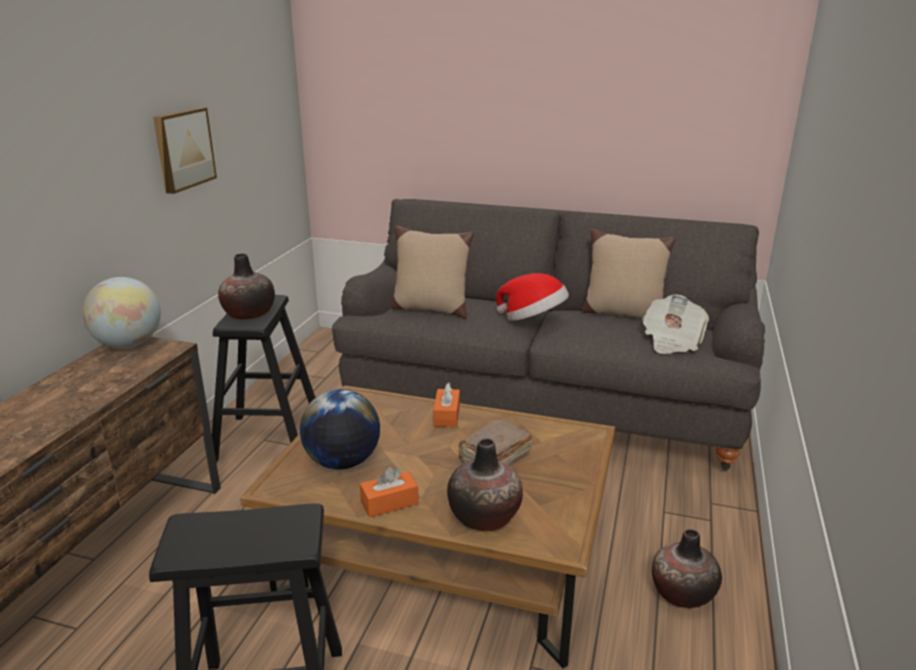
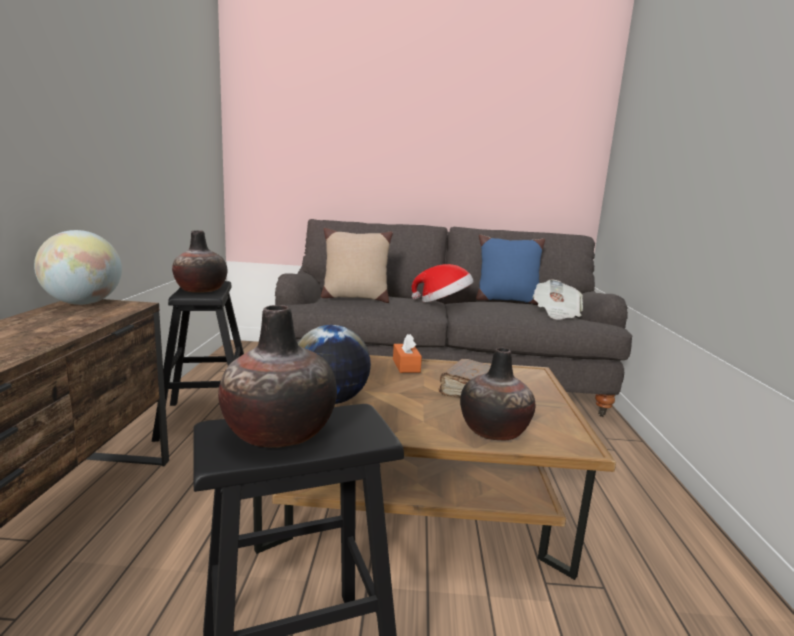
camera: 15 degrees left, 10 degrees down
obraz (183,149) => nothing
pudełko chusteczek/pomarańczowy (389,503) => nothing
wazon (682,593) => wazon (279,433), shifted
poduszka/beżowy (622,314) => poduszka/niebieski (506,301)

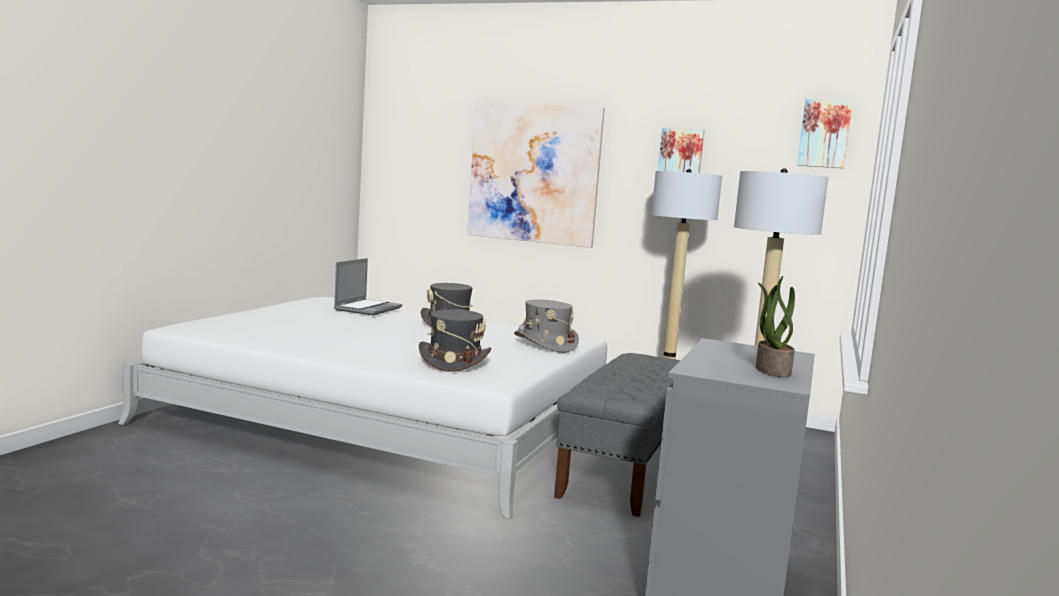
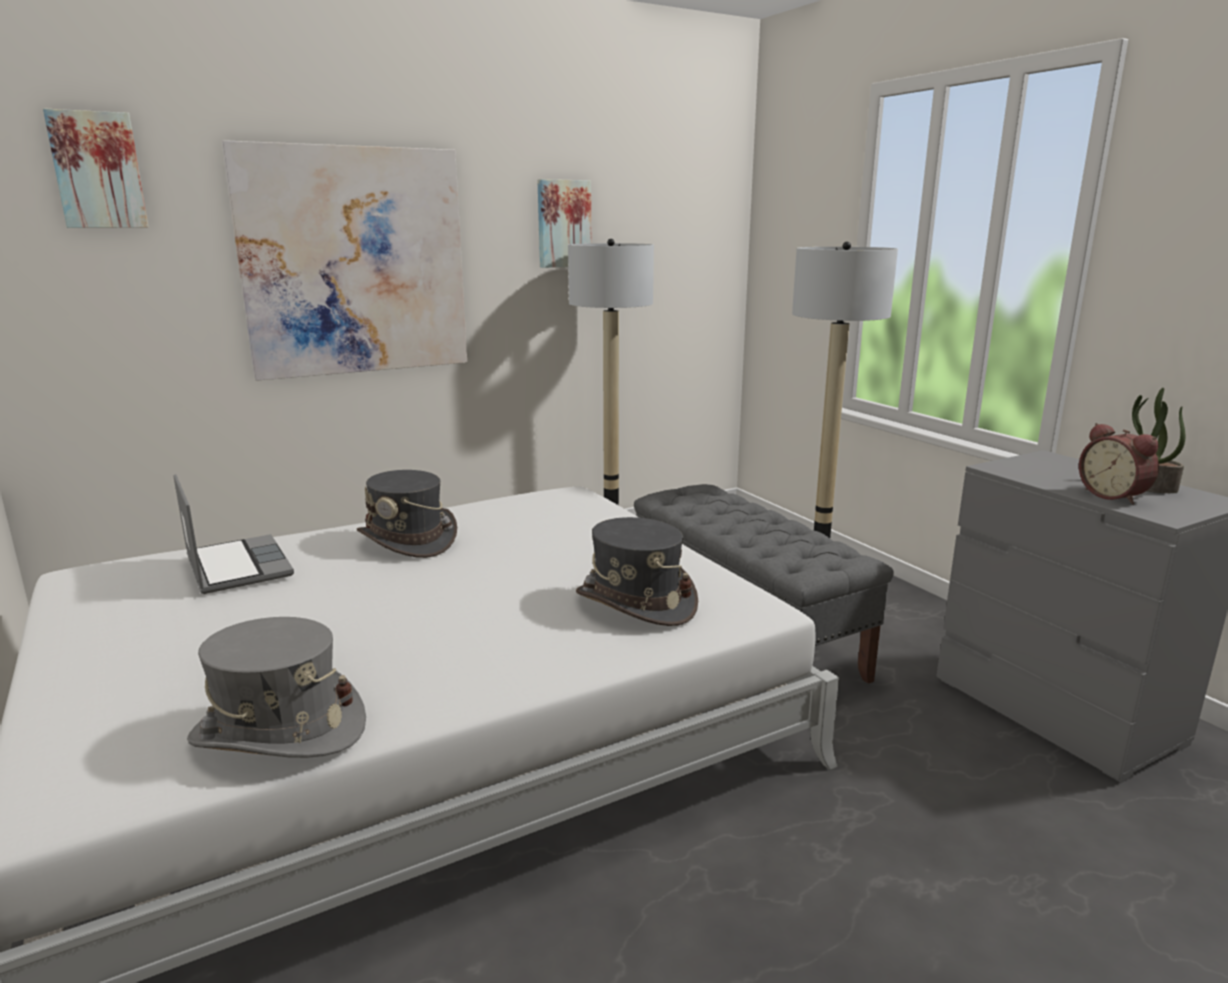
camera: 50 degrees left, 10 degrees up
nothing => budzik (1114,496)
kapelusz/szary (545,344) => kapelusz/szary (279,731), shifted
obraz (824,133) => obraz (98,170), shifted

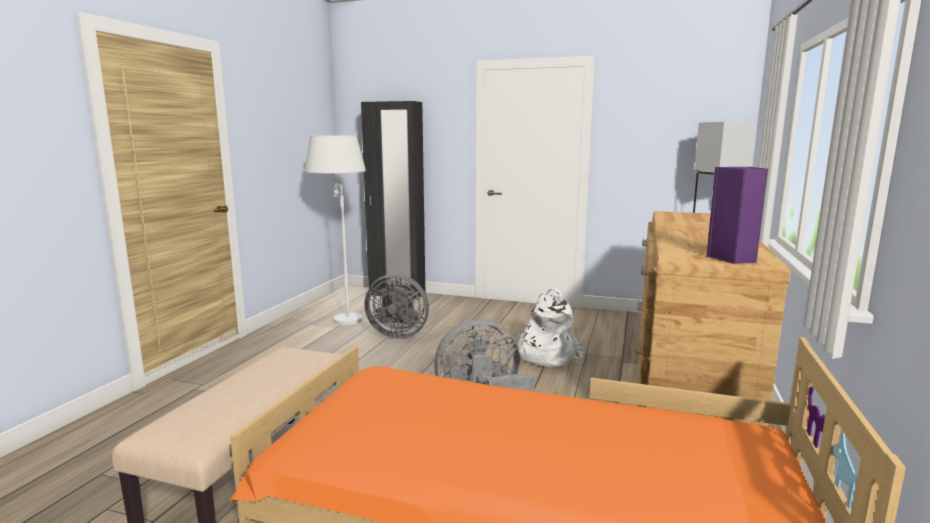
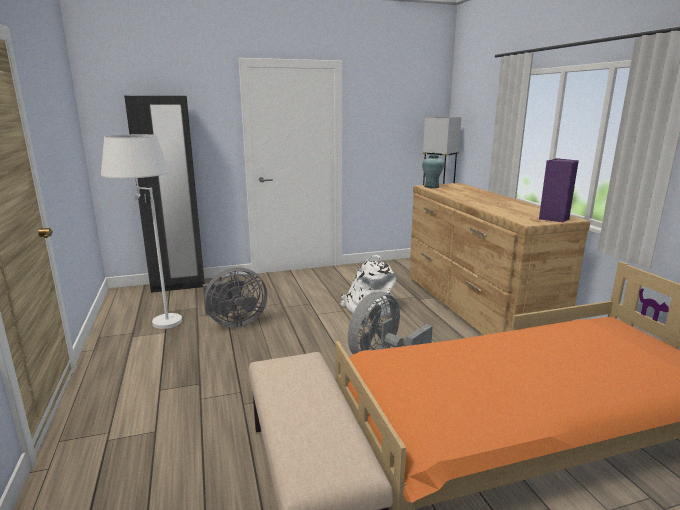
camera: 35 degrees left, 5 degrees up
nothing => wazon/turkusowy (431,187)

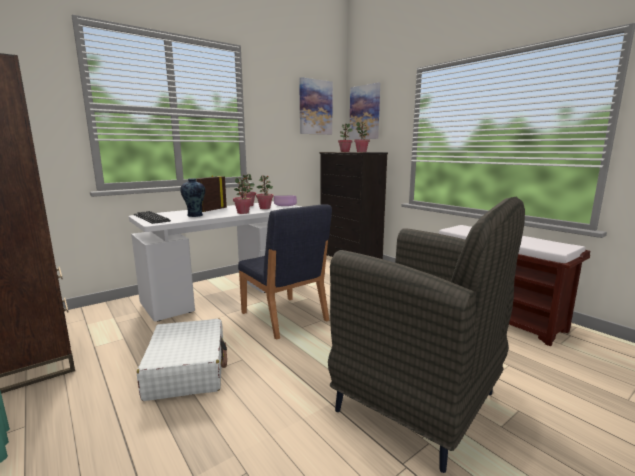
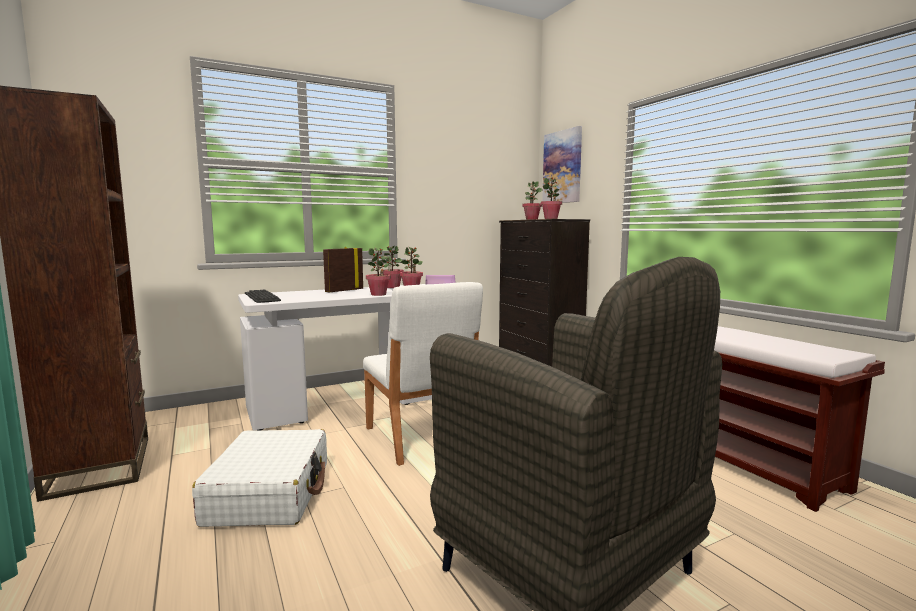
camera: 10 degrees right, 5 degrees down
wazon (194,215) => nothing
obraz (315,107) => nothing
krzesło/niebieski (284,317) => krzesło/biały (420,437)

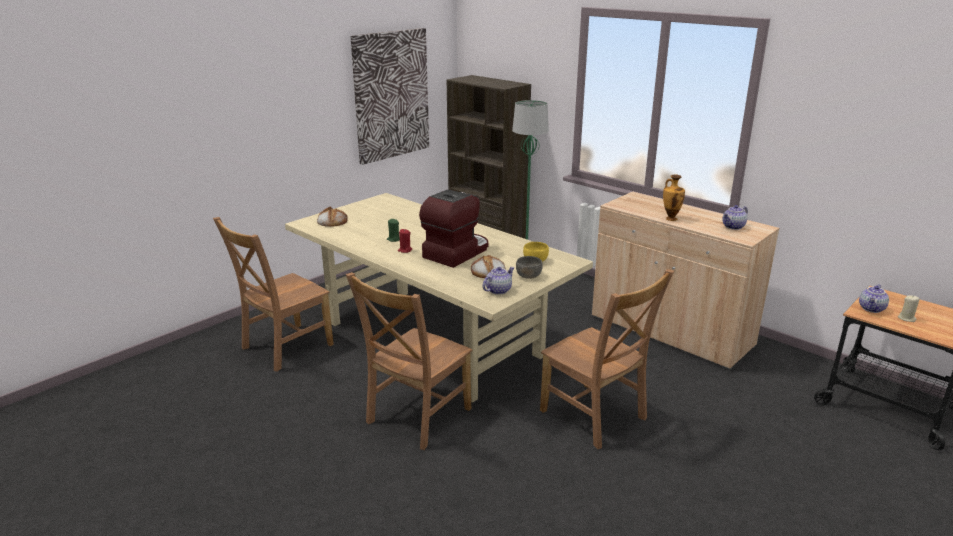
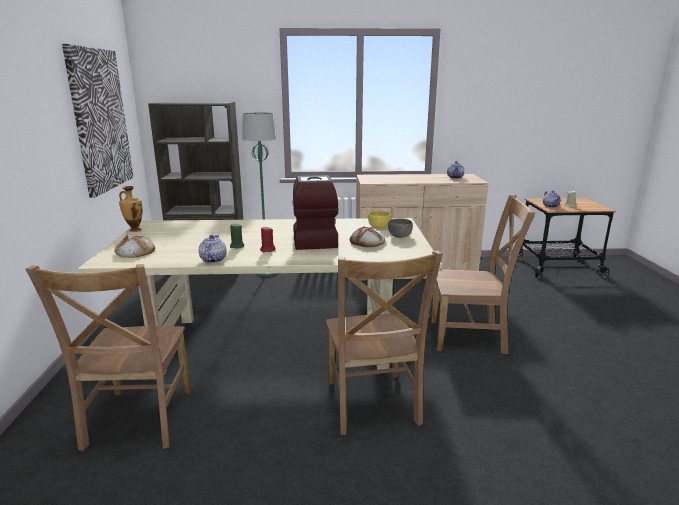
camera: 45 degrees left, 5 degrees down
imbryk (498,290) => imbryk (213,260), shifted
wazon (670,218) => wazon (134,230), shifted

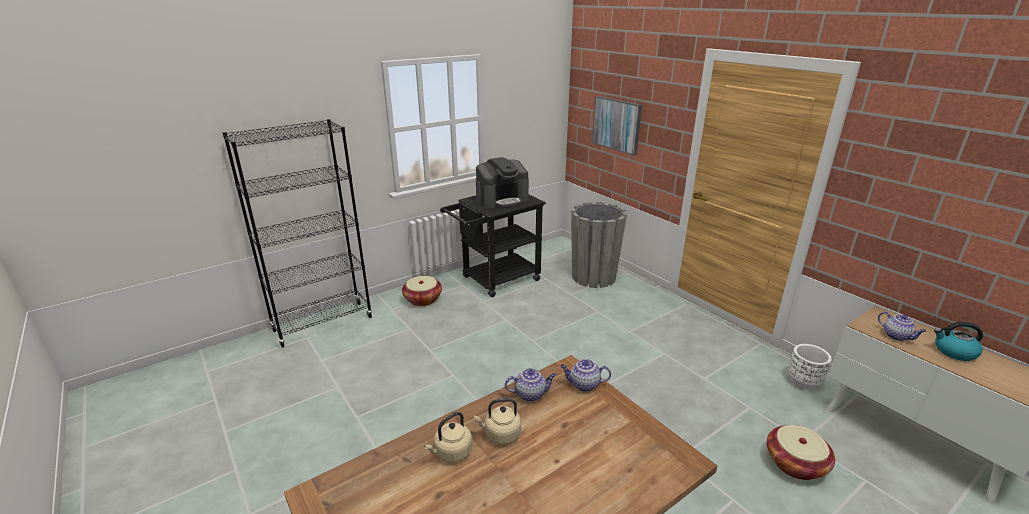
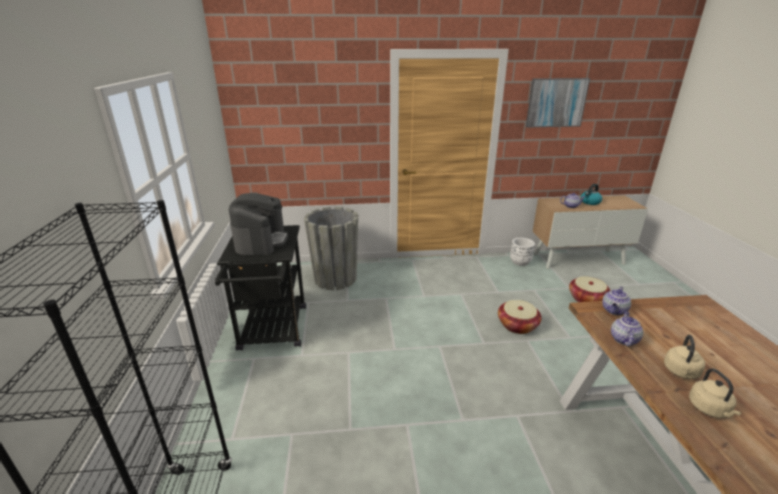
camera: 60 degrees left, 0 degrees up
koszyk (423,299) => koszyk (517,325), shifted
obraz (616,124) => obraz (556,102), shifted

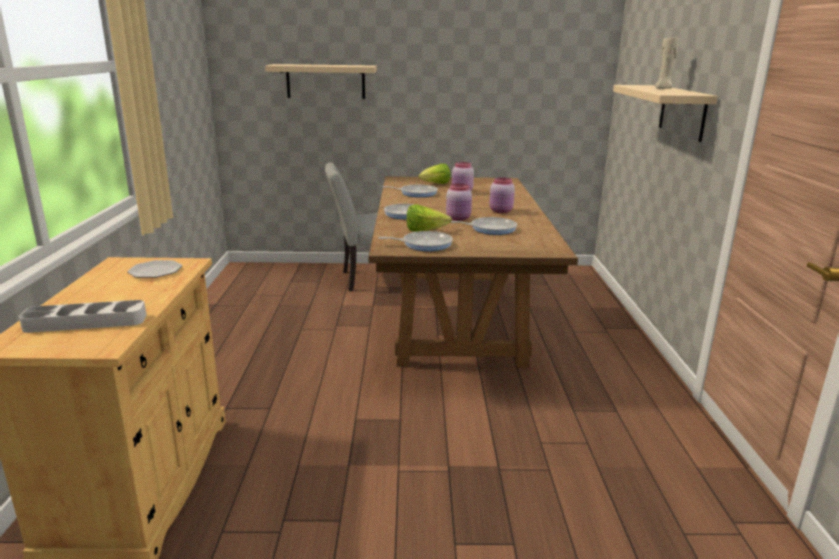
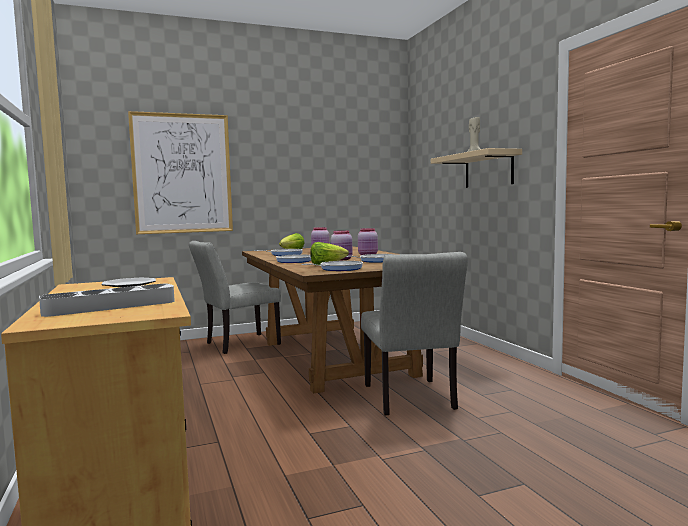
camera: 20 degrees left, 15 degrees down
nothing => krzesło/szary (411,400)
półka/beżowy (325,81) => obraz (182,173)

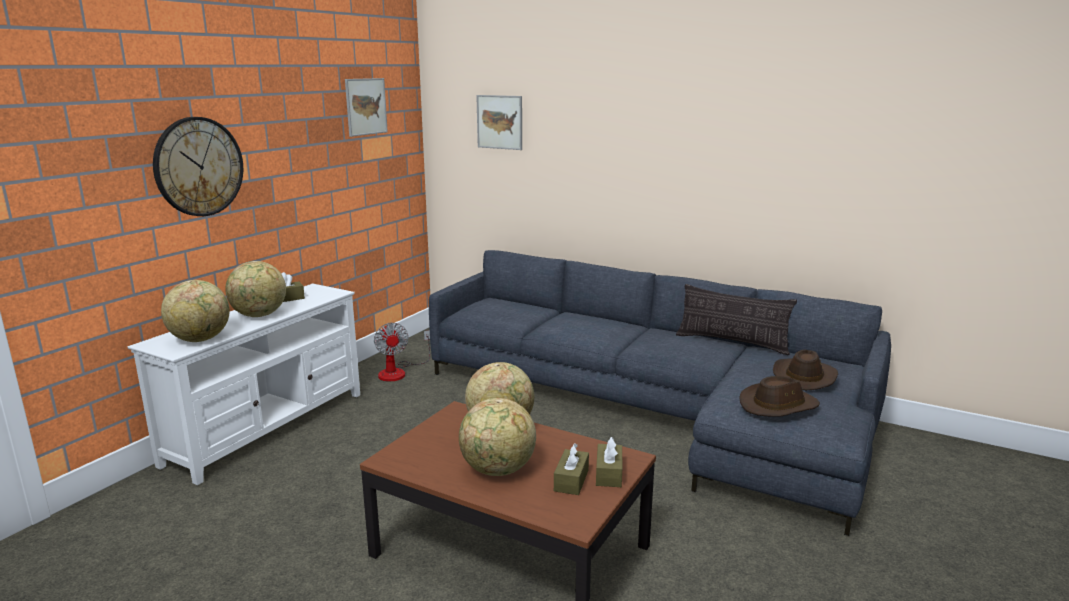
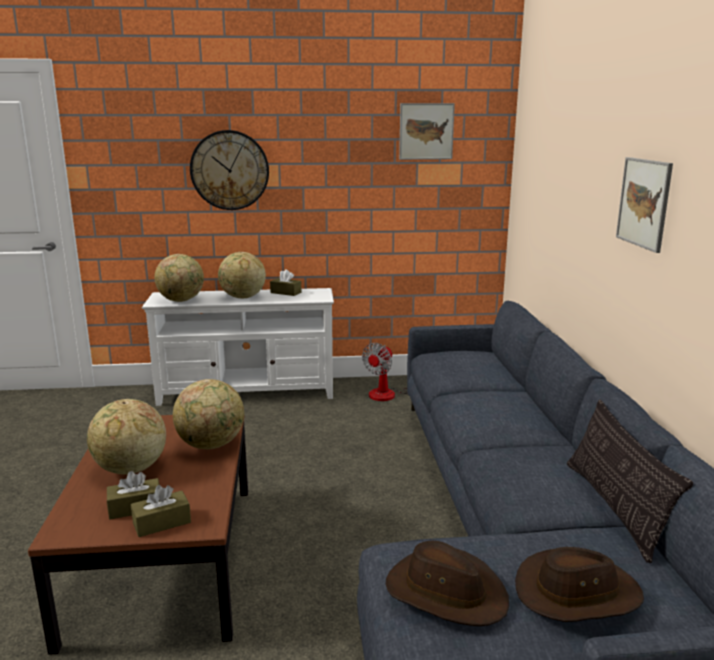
camera: 55 degrees right, 0 degrees up
obraz (499,122) => obraz (644,203), shifted

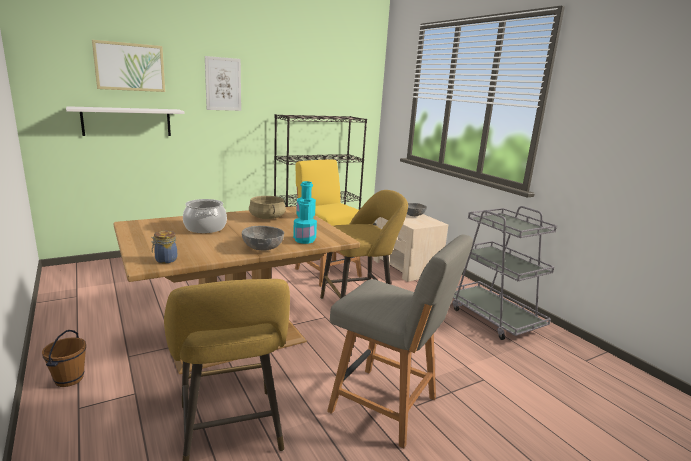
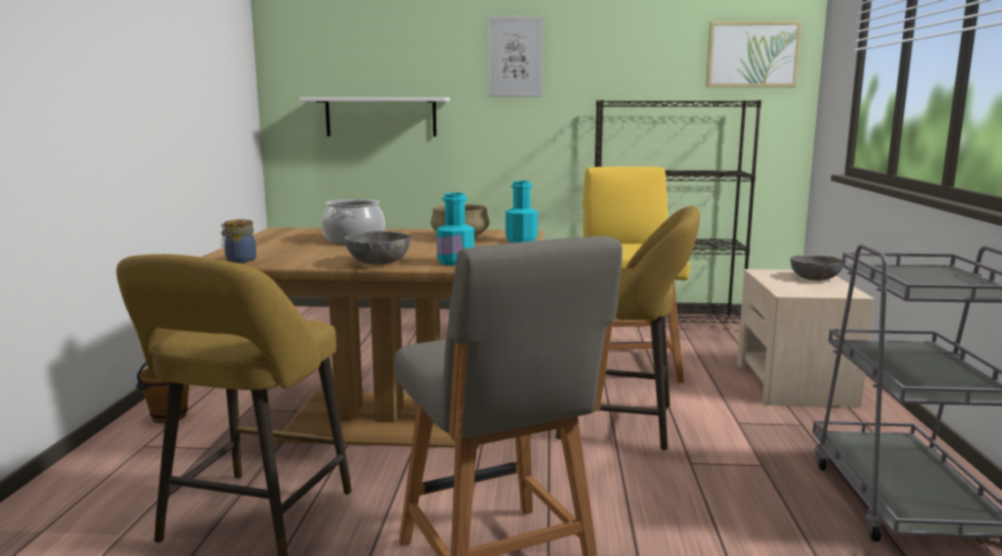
camera: 35 degrees right, 5 degrees down
obraz (130,67) => obraz (752,54), shifted

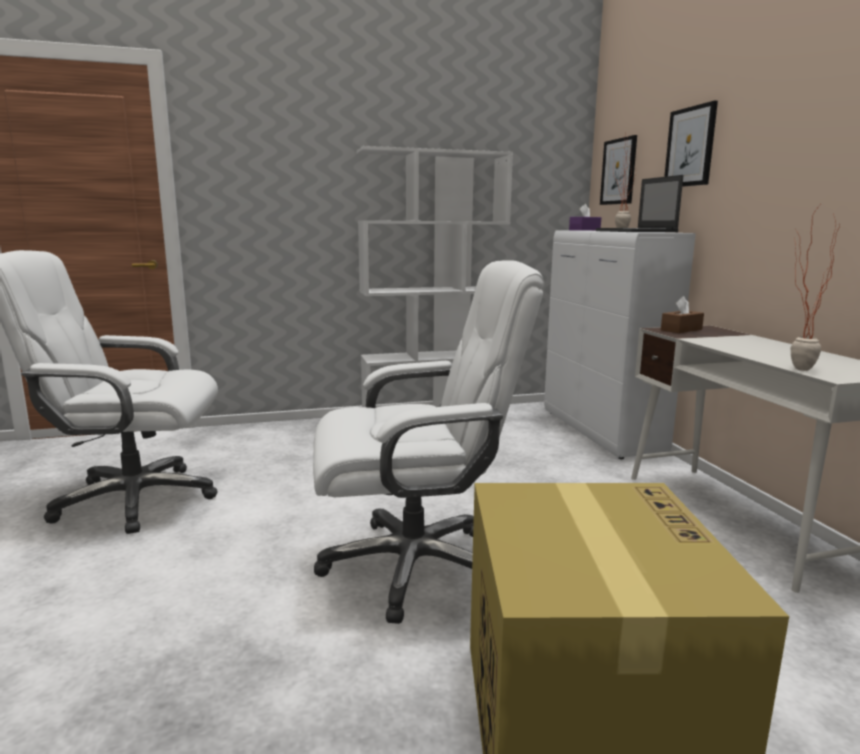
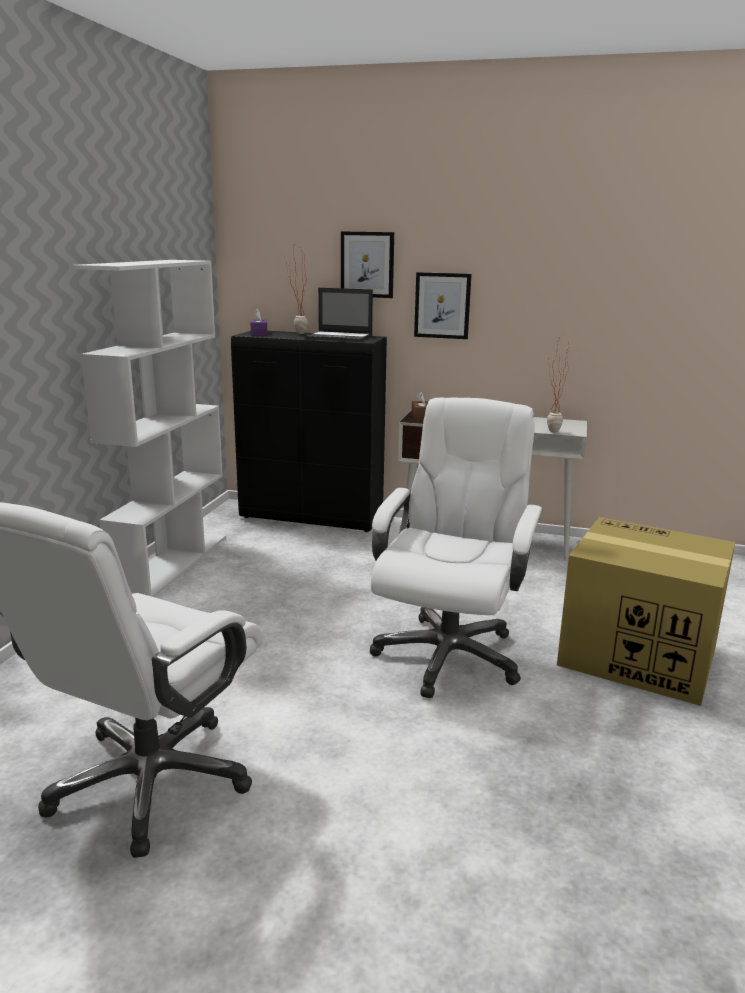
camera: 60 degrees left, 5 degrees up
obraz (618,171) => obraz (442,305), shifted
szafka/biały (601,432) => szafka/czarny (312,518)

